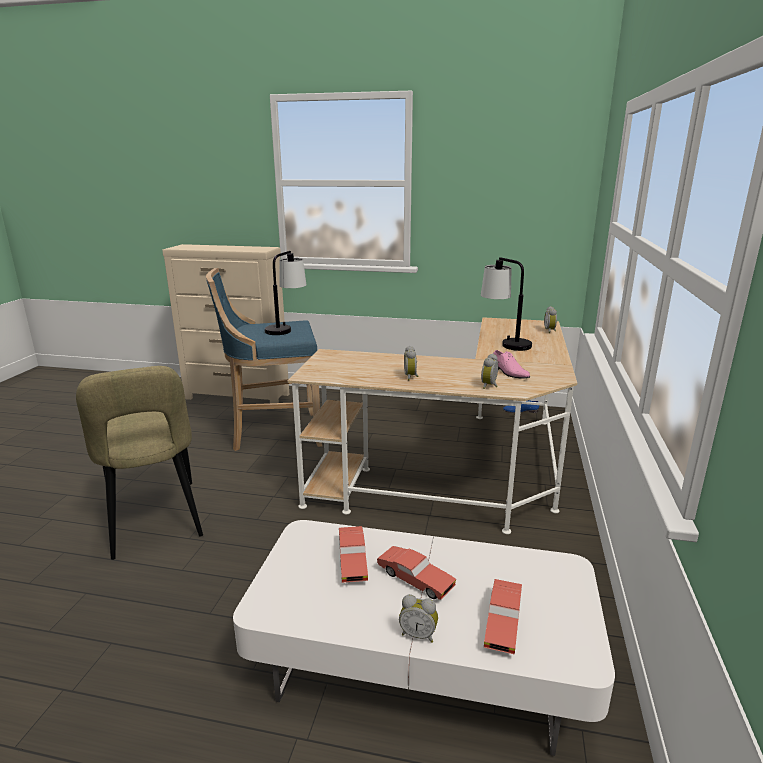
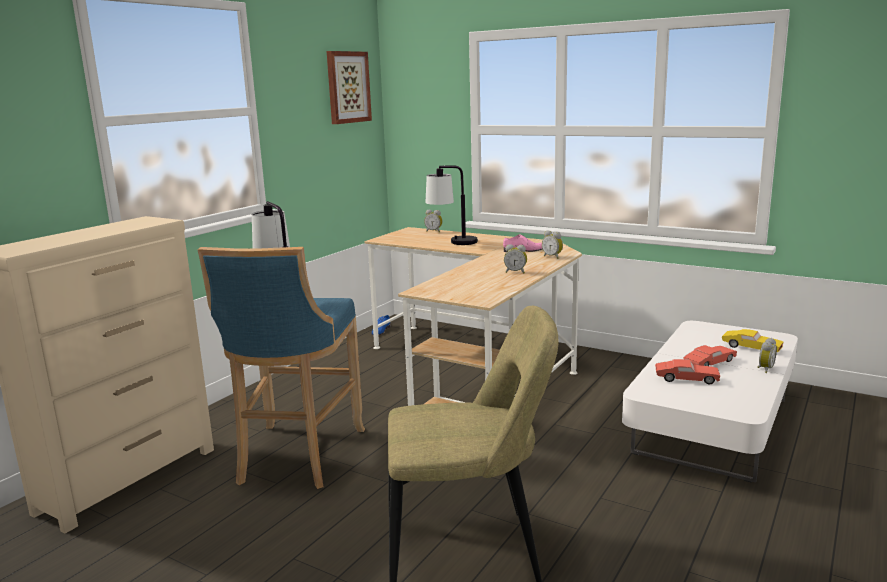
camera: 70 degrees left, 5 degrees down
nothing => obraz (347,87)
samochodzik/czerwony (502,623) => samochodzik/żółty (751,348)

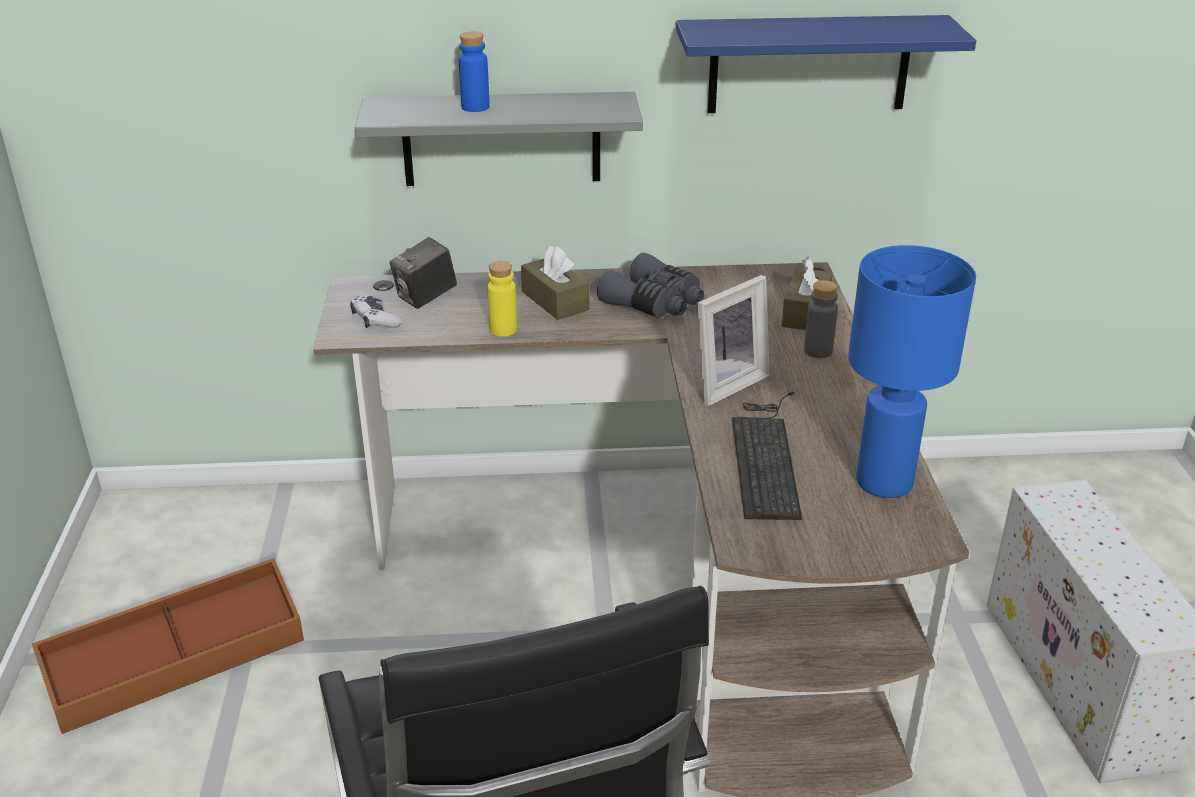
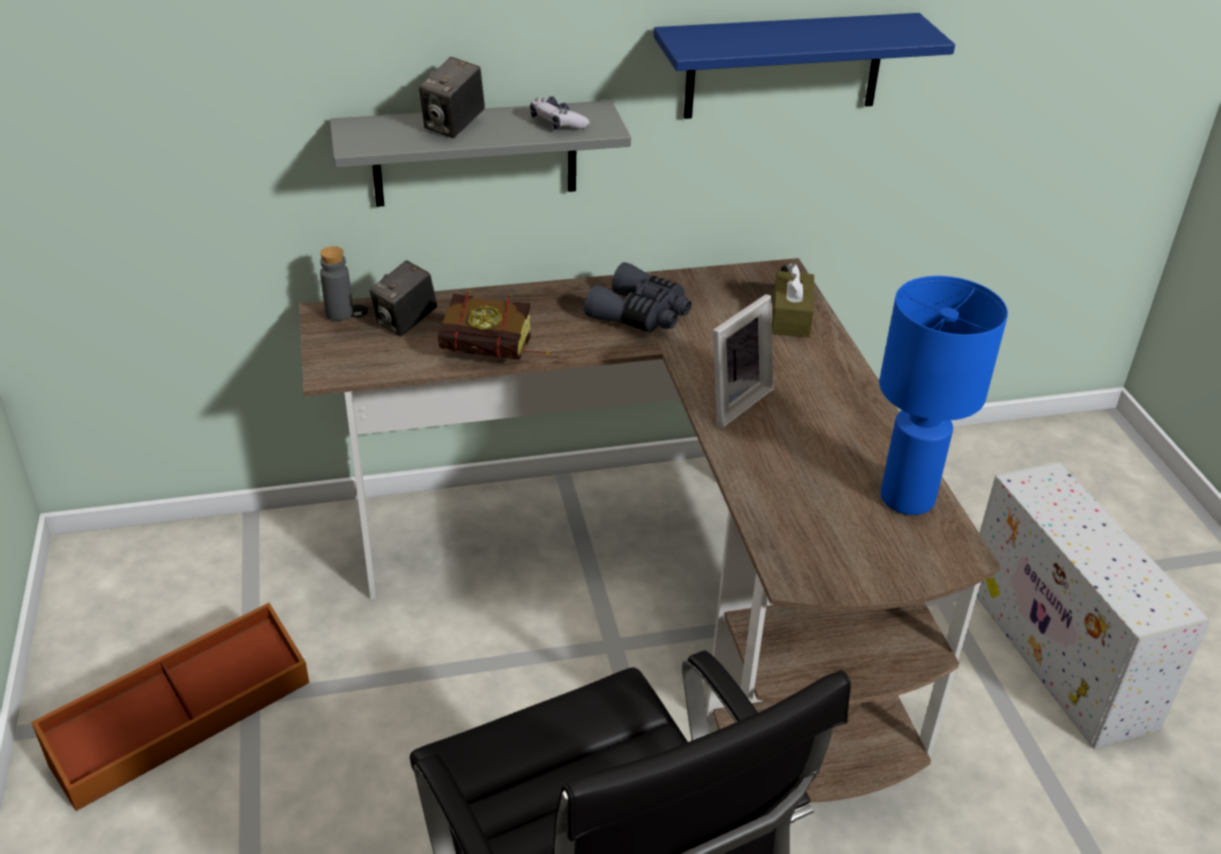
camera: 10 degrees left, 5 degrees up
pudełko chusteczek/brązowy (555,301) => nothing
klawiatura (766,455) => nothing
pad do gier (375,320) => pad do gier (557,123), shifted
butelka/szary (818,351) => butelka/szary (339,313), shifted
butelka/niebieski (475,107) => aparat fotograficzny (454,127)
butelka/żółty (503,330) => książka (496,355)

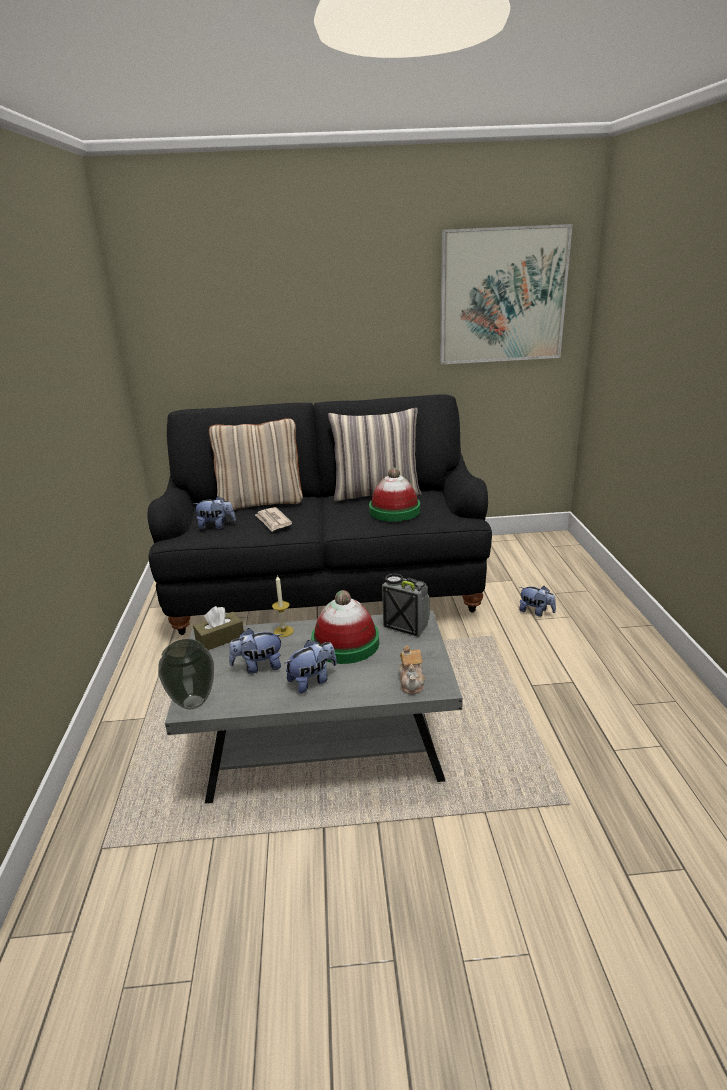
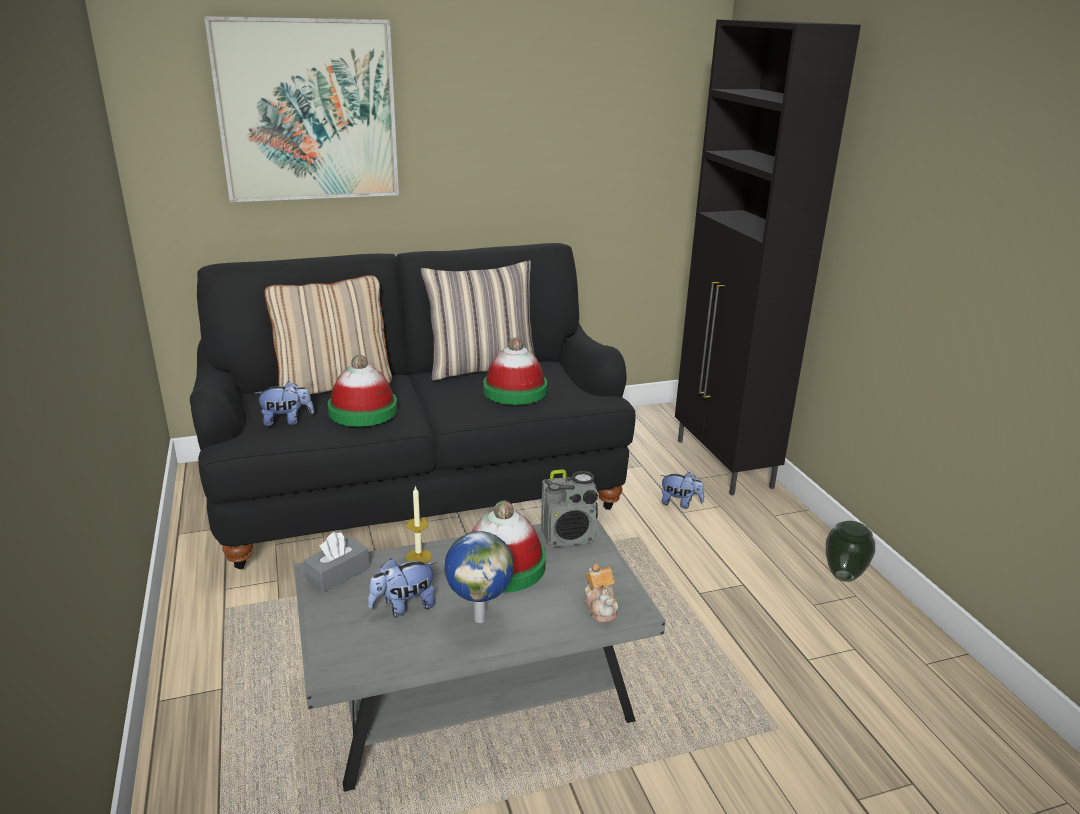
camera: 15 degrees left, 0 degrees up
nothing => szafka/czarny (723,464)
wazon (192,702) => wazon (842,576), shifted
obraz (502,296) => obraz (308,111), shifted
gazeta (273,521) => kapelusz (363,411)
pluszak (312,681) => globus (480,618)
pudełko chusteczek/brązowy (220,639) => pudełko chusteczek/szary (338,574)
radio (406,625) => radio (569,537), 150 degrees clockwise

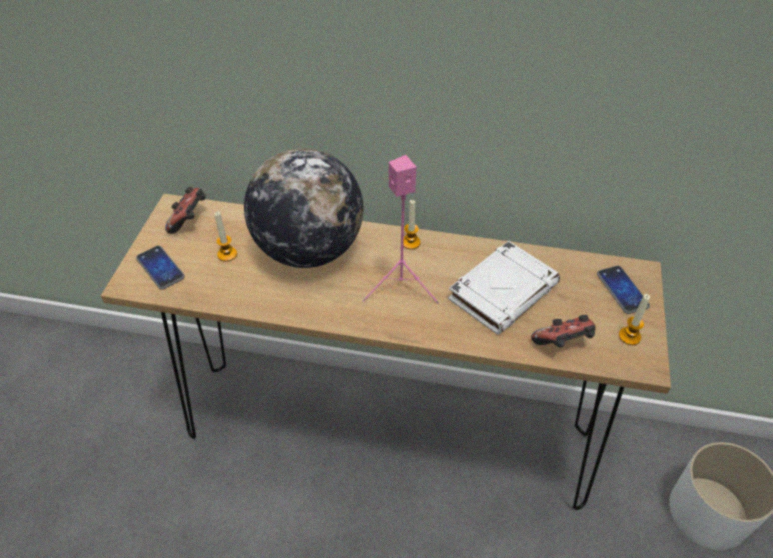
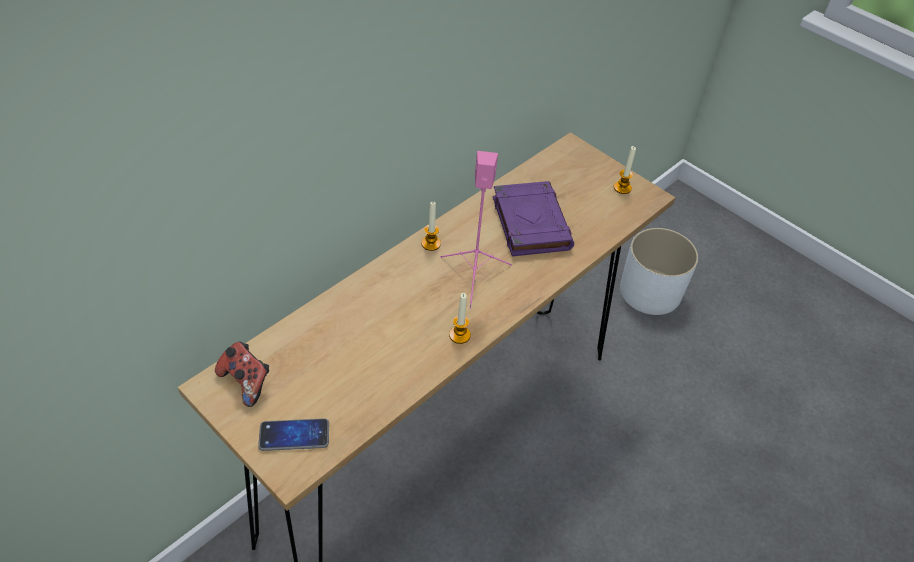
camera: 60 degrees left, 0 degrees up
globus (308,250) => nothing
pad do gier (562,343) => nothing
telefon (622,290) => nothing
świeca (227,254) => świeca (459,335), shifted
książka/biały (503,291) => książka/fioletowy (530,222)

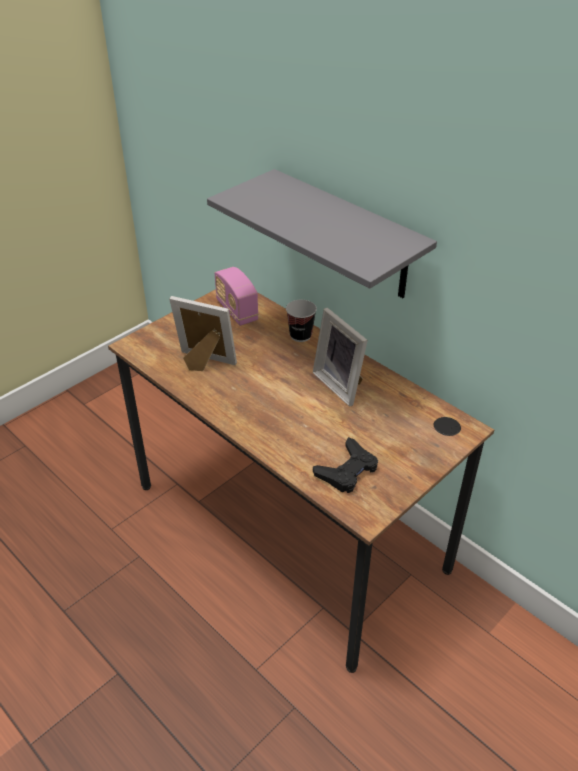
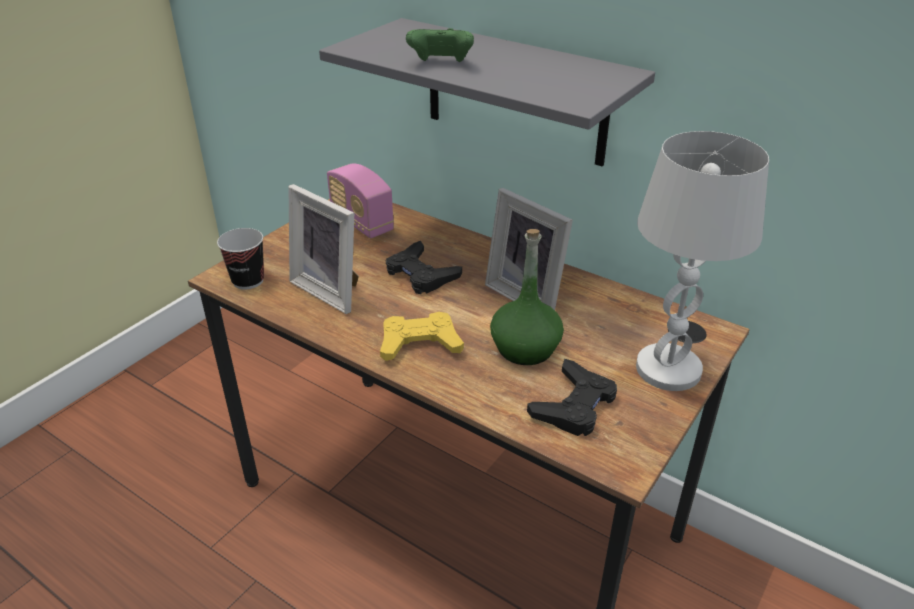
camera: 10 degrees left, 5 degrees down
nothing => pad do gier/żółty (419,343)
nothing => pad do gier/czarny (421,274)
nothing => pad do gier/zielony (441,64)
nothing => butelka/zielony (525,348)
nothing => lampa stołowa/biały (668,369)
filiżanka (300,335) => filiżanka (248,281), shifted
ramka na zdjęcie (204,364) => ramka na zdjęcie (331,290), 150 degrees counterclockwise

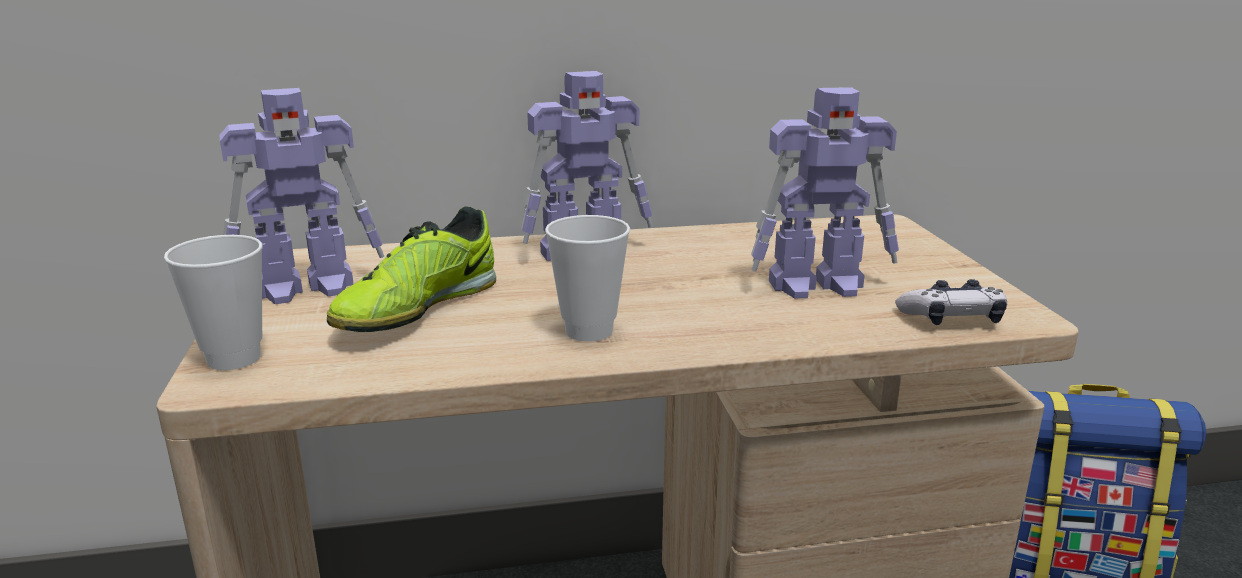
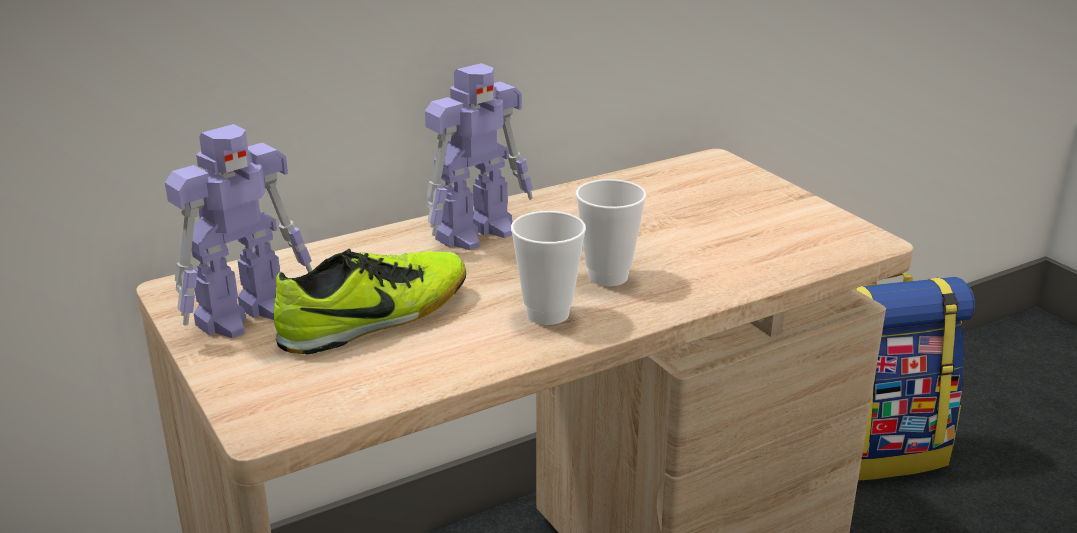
camera: 20 degrees left, 5 degrees up
robot zabawkowy (819,285) => nothing
pad do gier (952,319) => nothing
filiżanka (234,358) => filiżanka (608,276), shifted
but (417,309) => but (376,319), 135 degrees counterclockwise

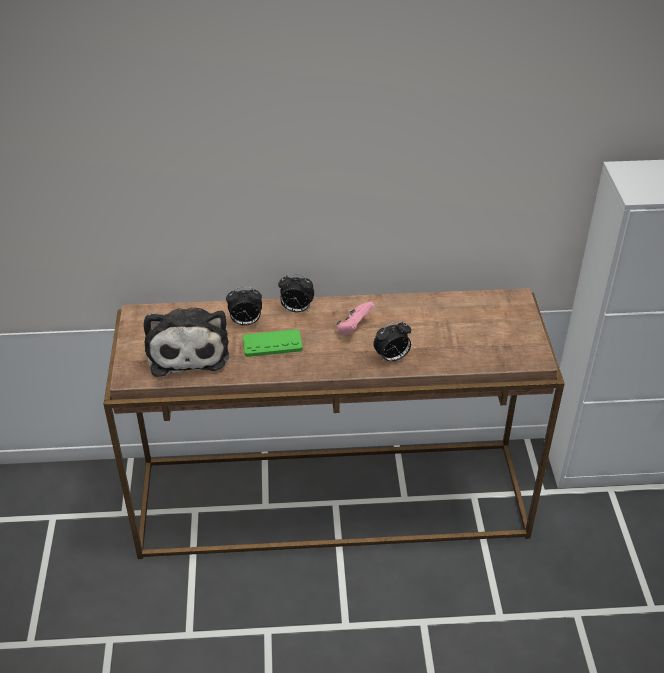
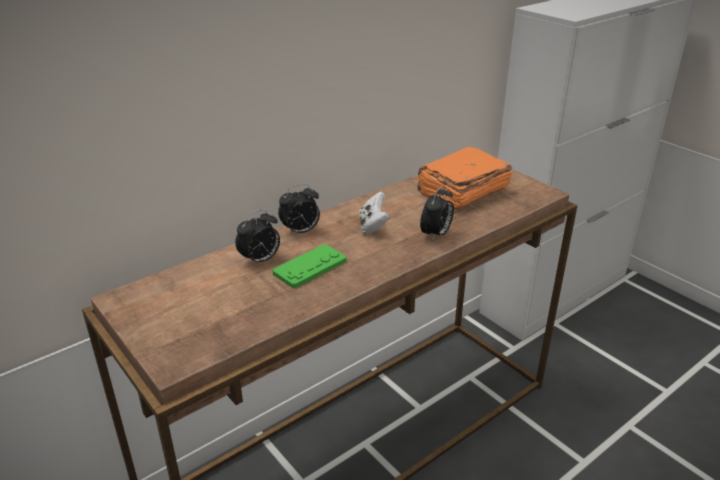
camera: 35 degrees left, 10 degrees down
pluszak (188,350) => nothing
nothing => książka/pomarańczowy (461,192)
pad do gier/różowy (354,328) => pad do gier/biały (373,226)

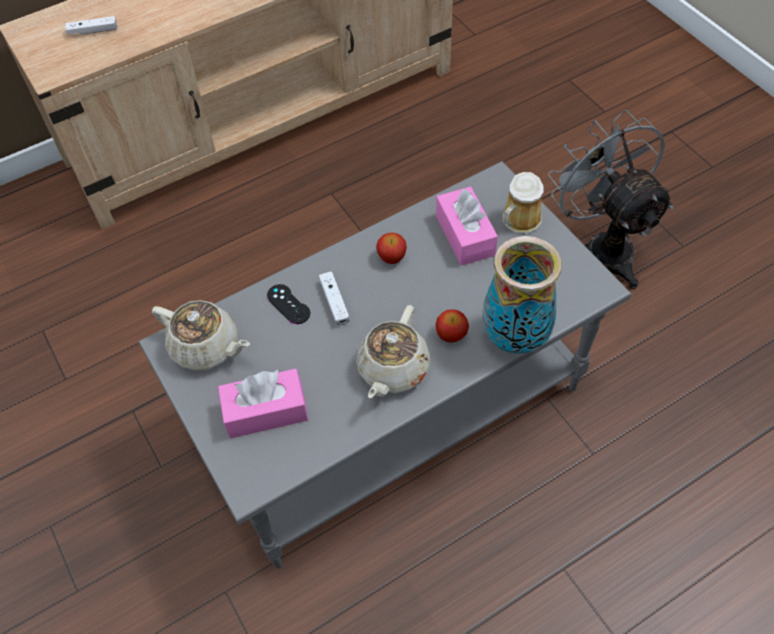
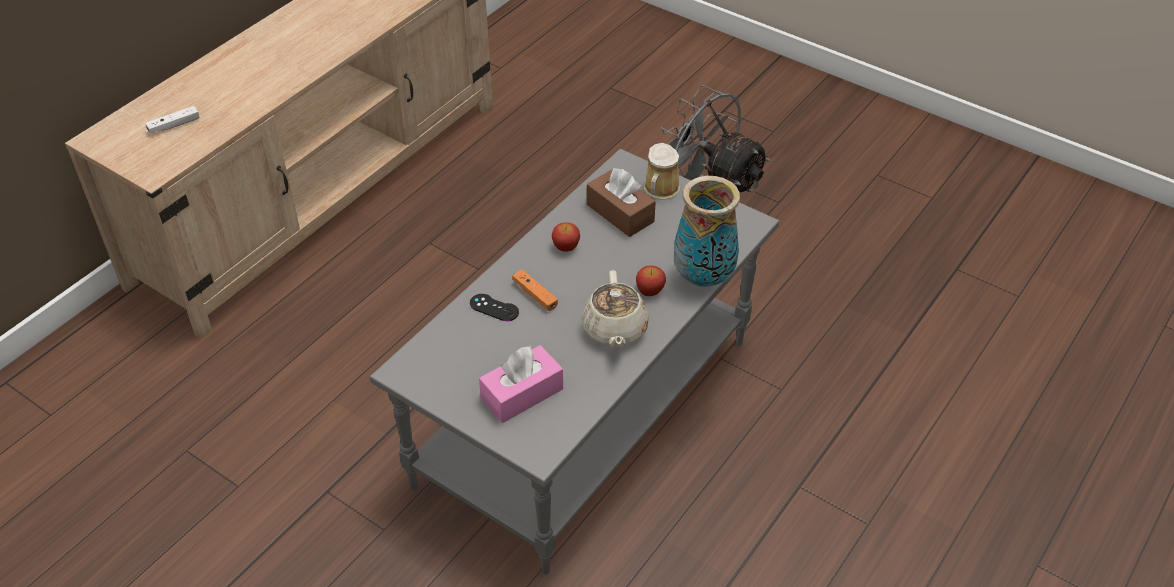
camera: 25 degrees left, 10 degrees down
imbryk/beżowy (206,347) => nothing
pad do gier/biały (334,302) => pad do gier/pomarańczowy (535,295)
pudełko chusteczek/różowy (465,235) => pudełko chusteczek/brązowy (620,213)

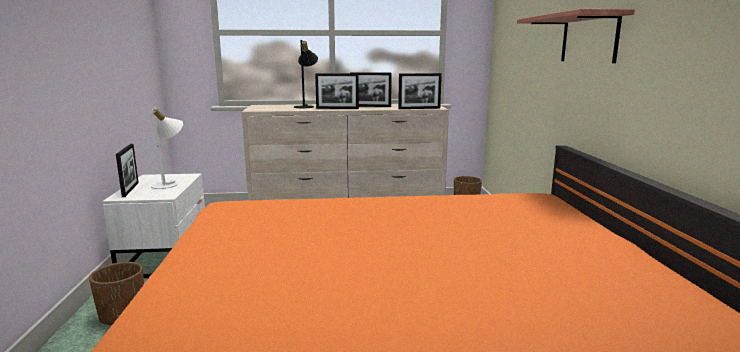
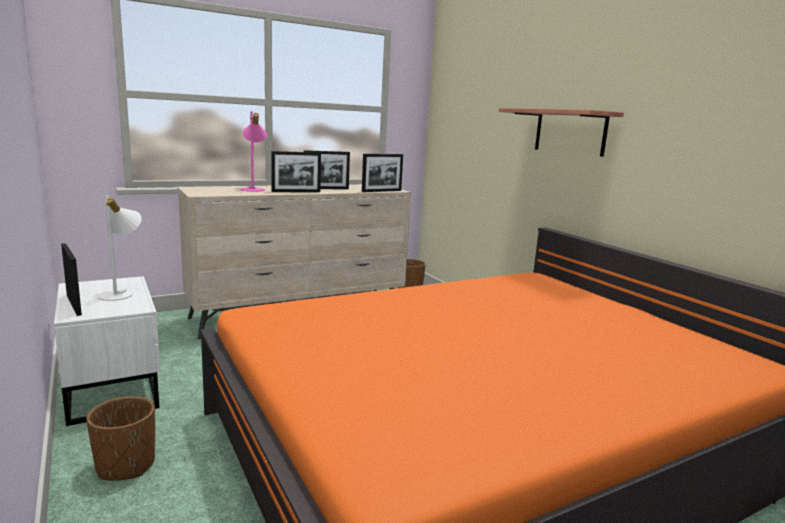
camera: 25 degrees left, 0 degrees up
lampa stołowa/czarny (306,106) => lampa stołowa/różowy (253,189)

